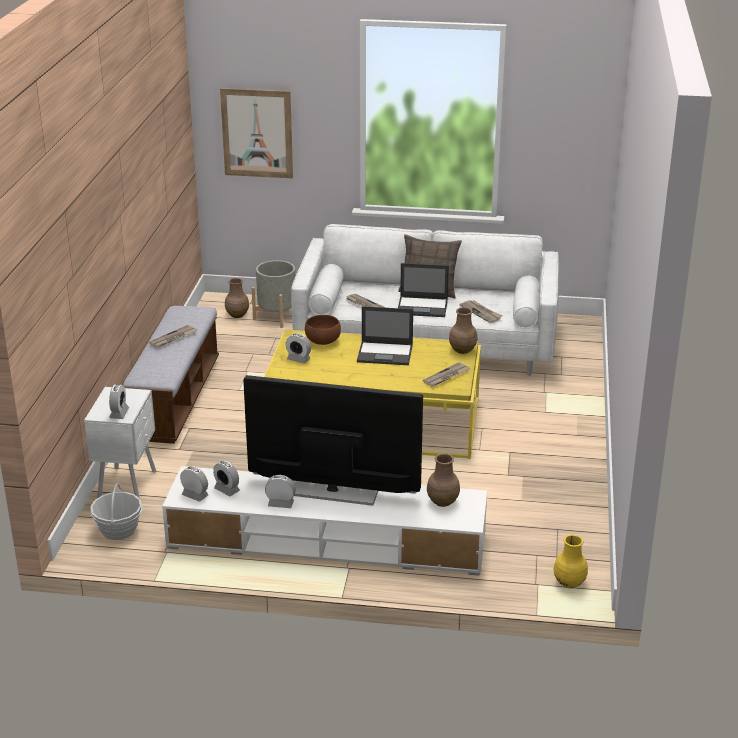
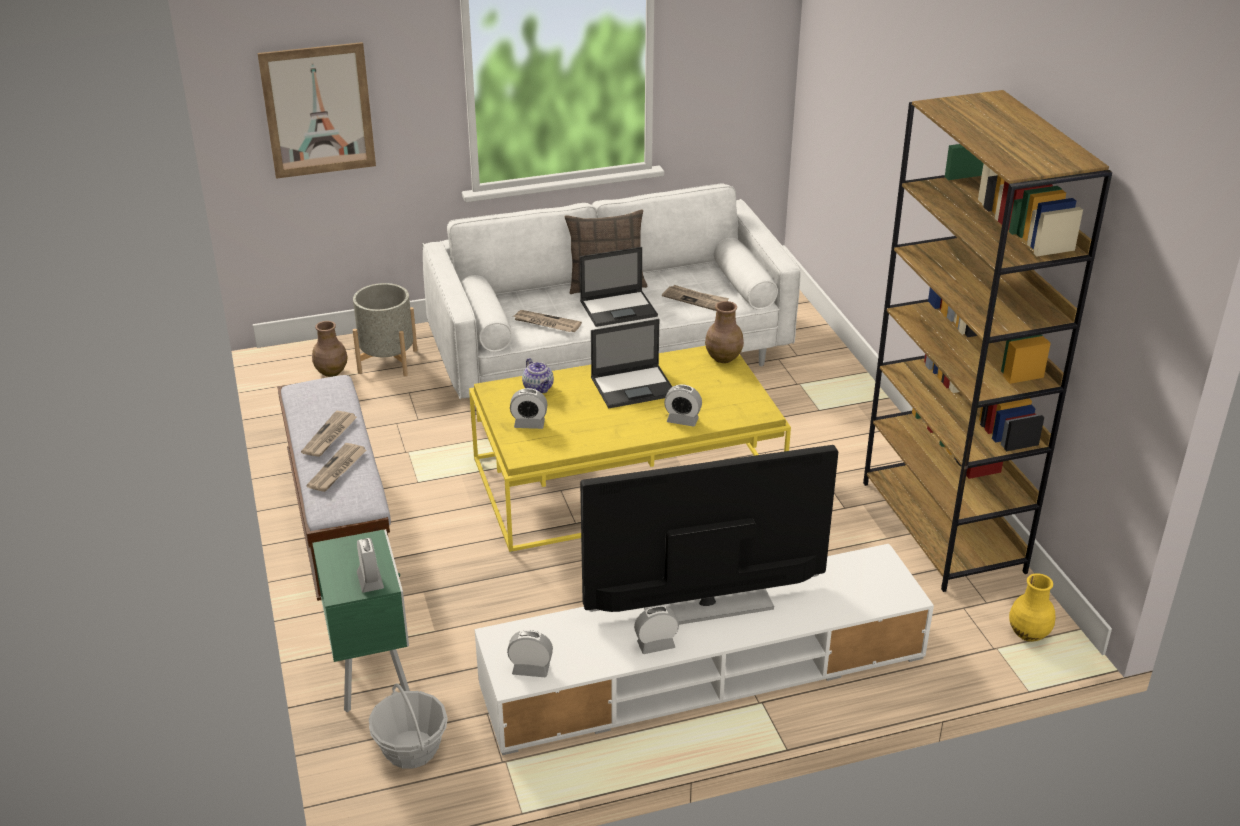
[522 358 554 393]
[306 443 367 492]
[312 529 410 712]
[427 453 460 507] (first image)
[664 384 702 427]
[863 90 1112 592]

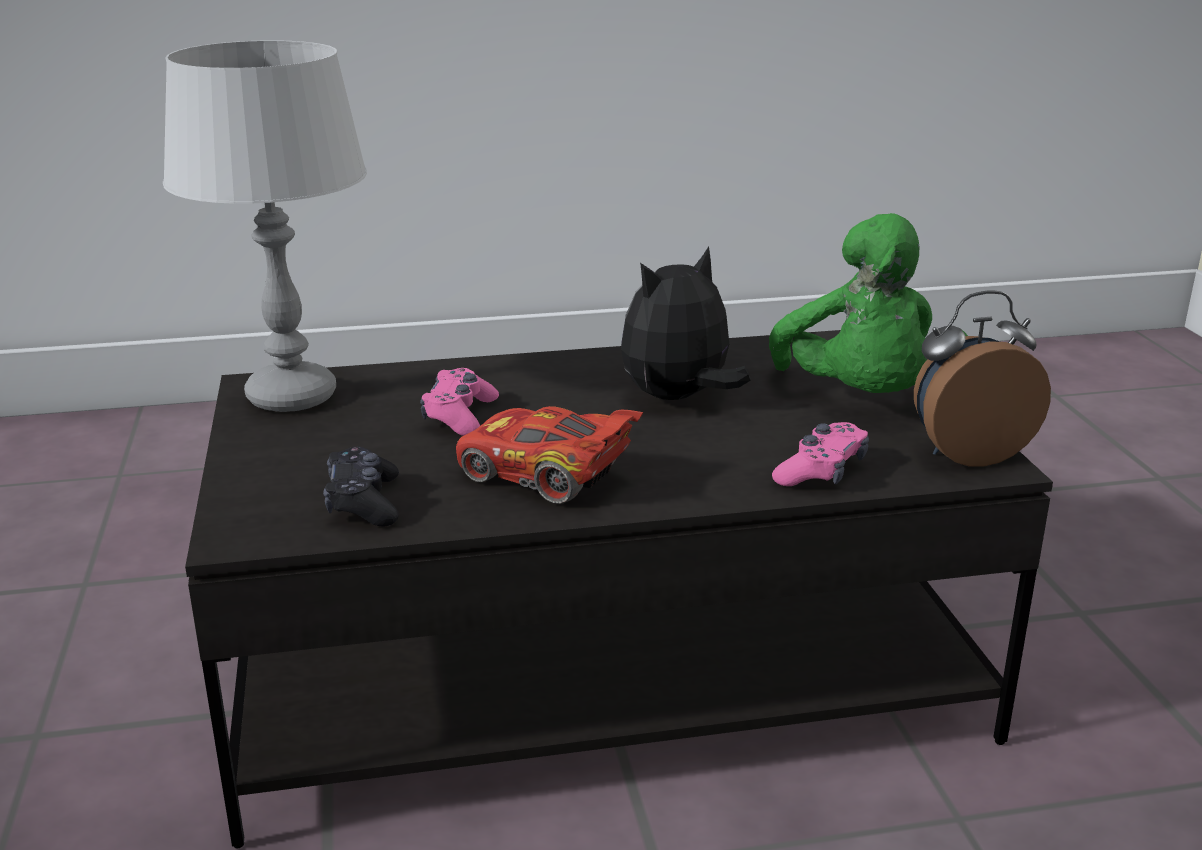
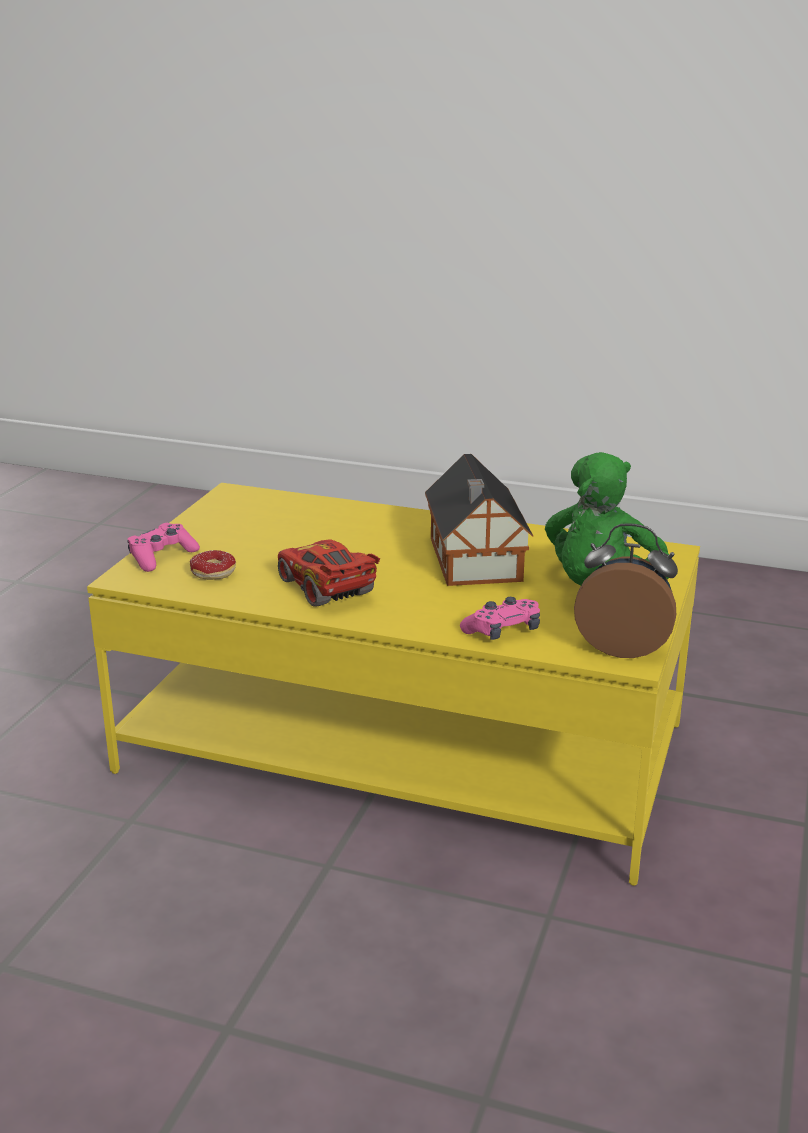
[163 40 367 412] (first image)
[425 454 533 586]
[87 483 700 886]
[128 523 200 572]
[190 550 236 580]

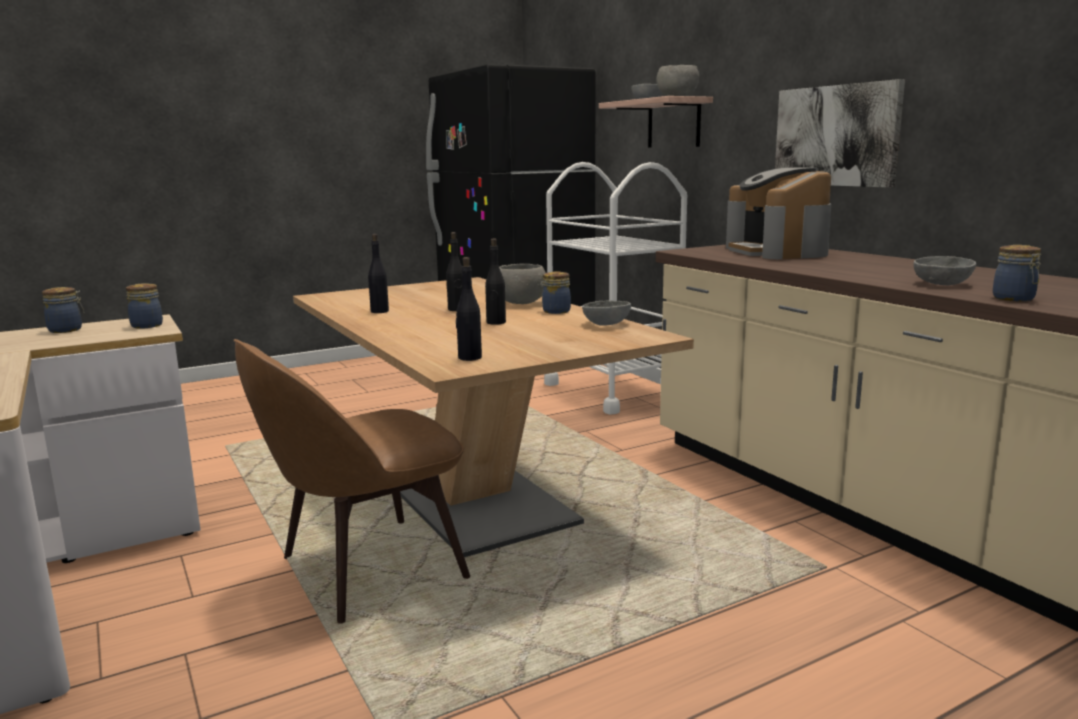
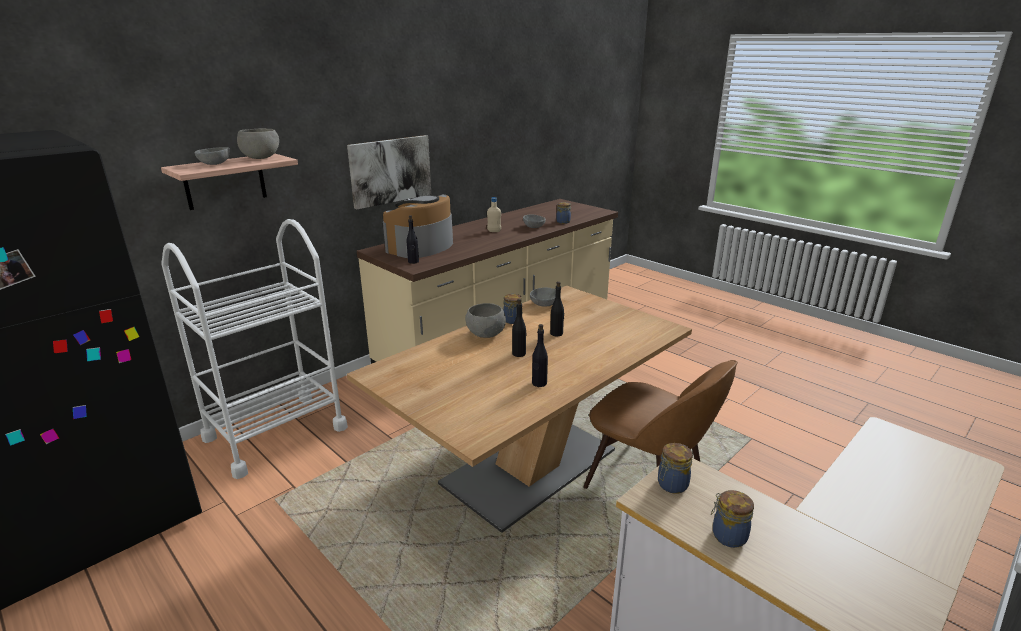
[383 194 453 258]
[407 215 419 264]
[487 197 501 232]

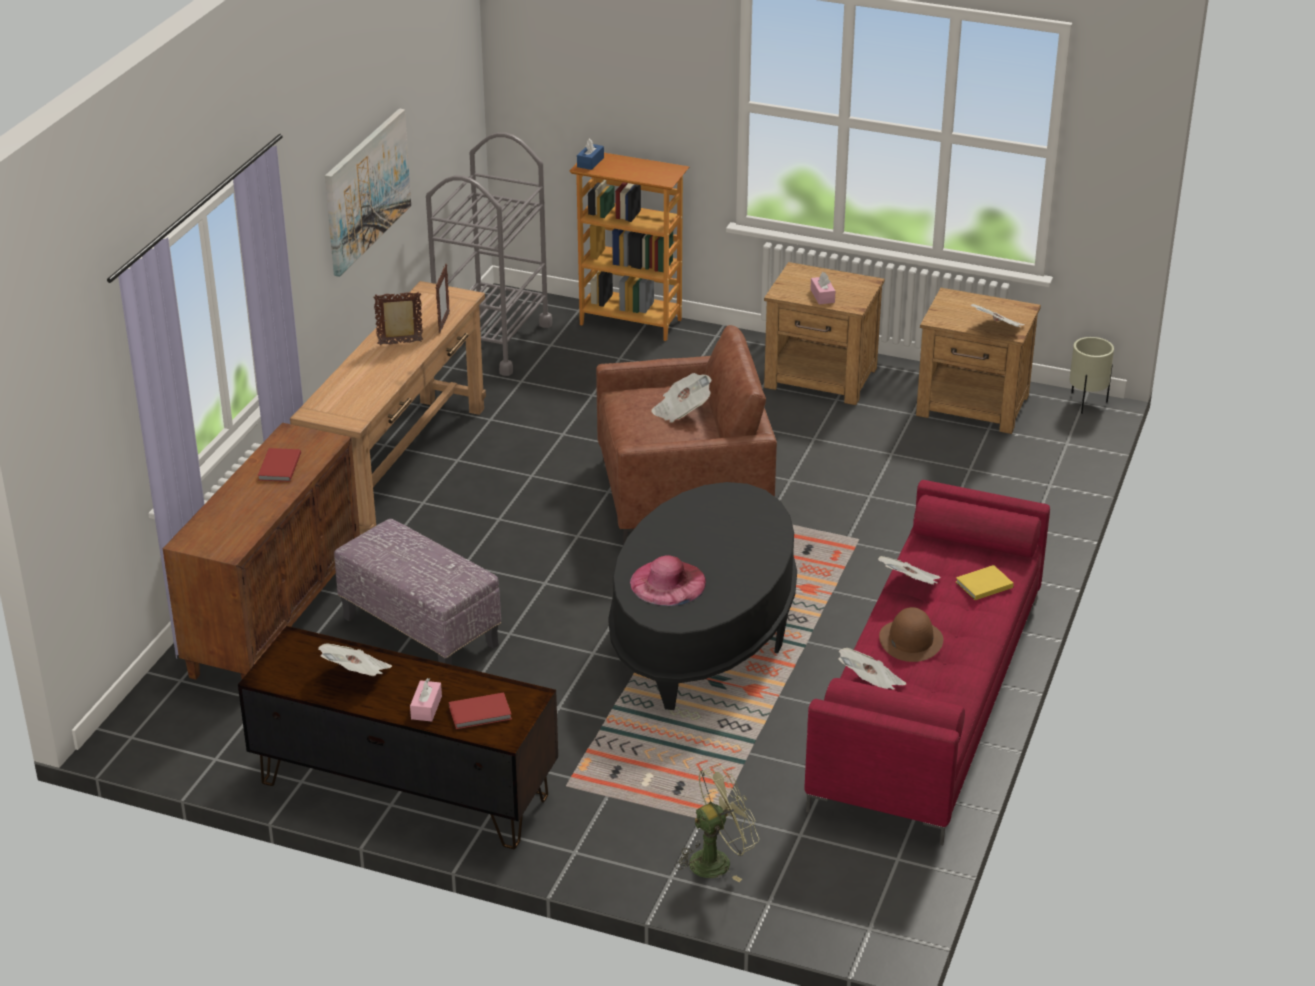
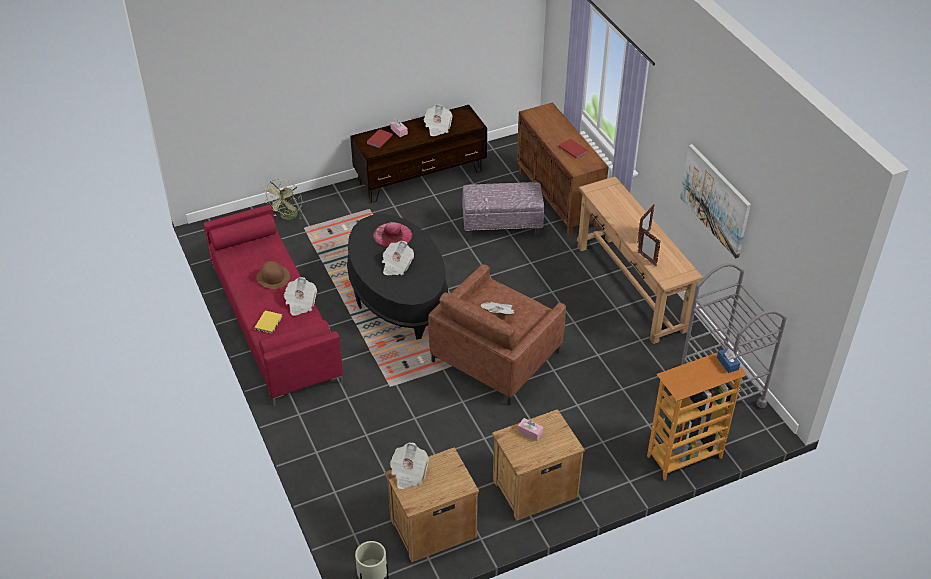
[382 241 414 275]

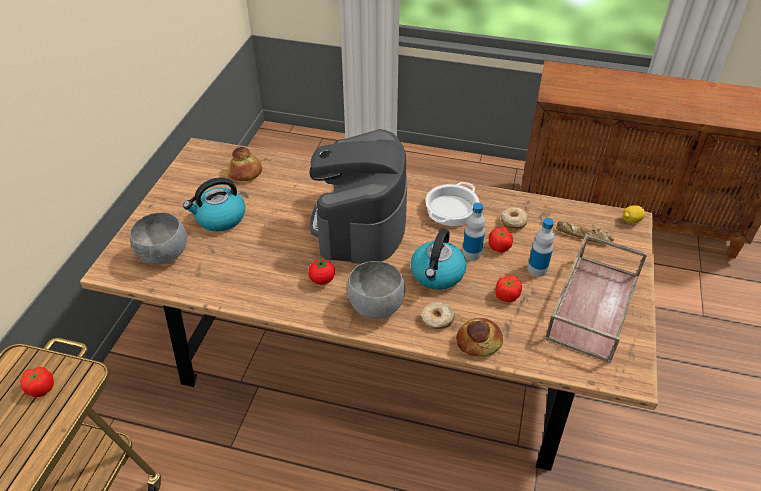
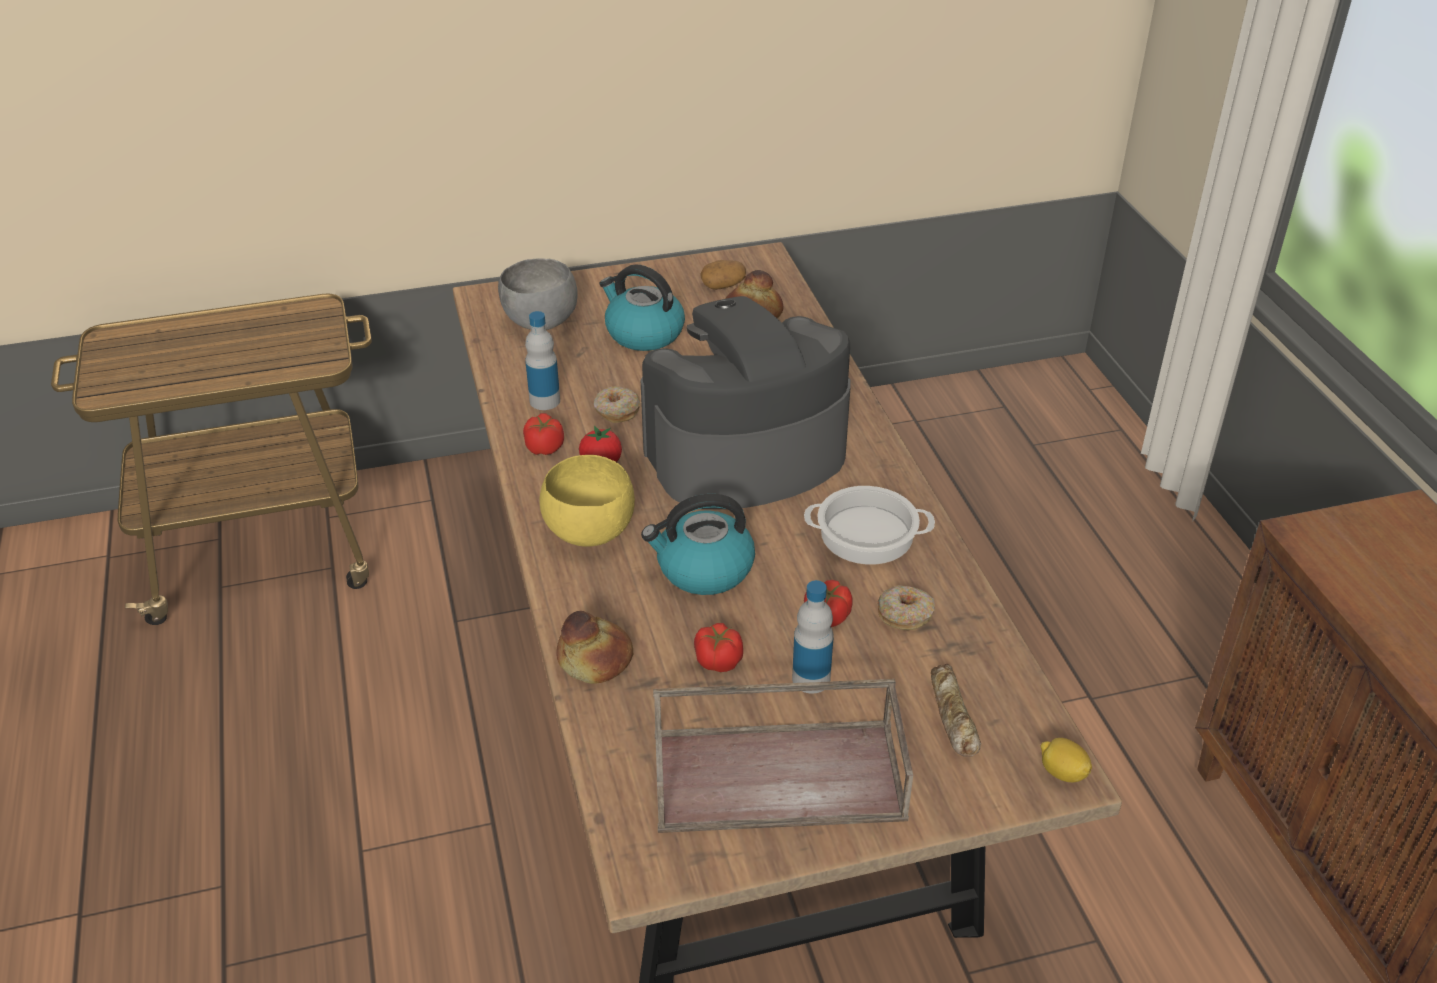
[525 311 560 410]
[539 455 635 547]
[593 386 640 423]
[523 413 564 455]
[700 260 746 290]

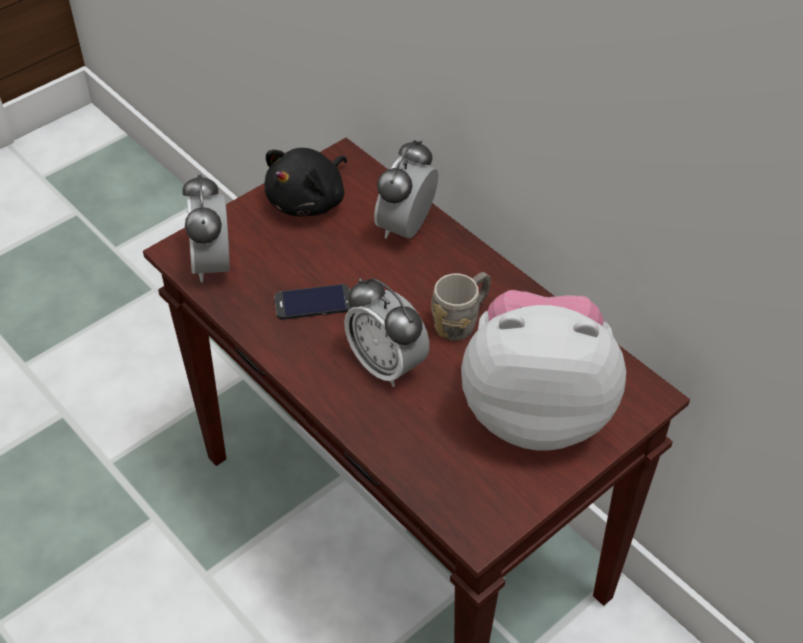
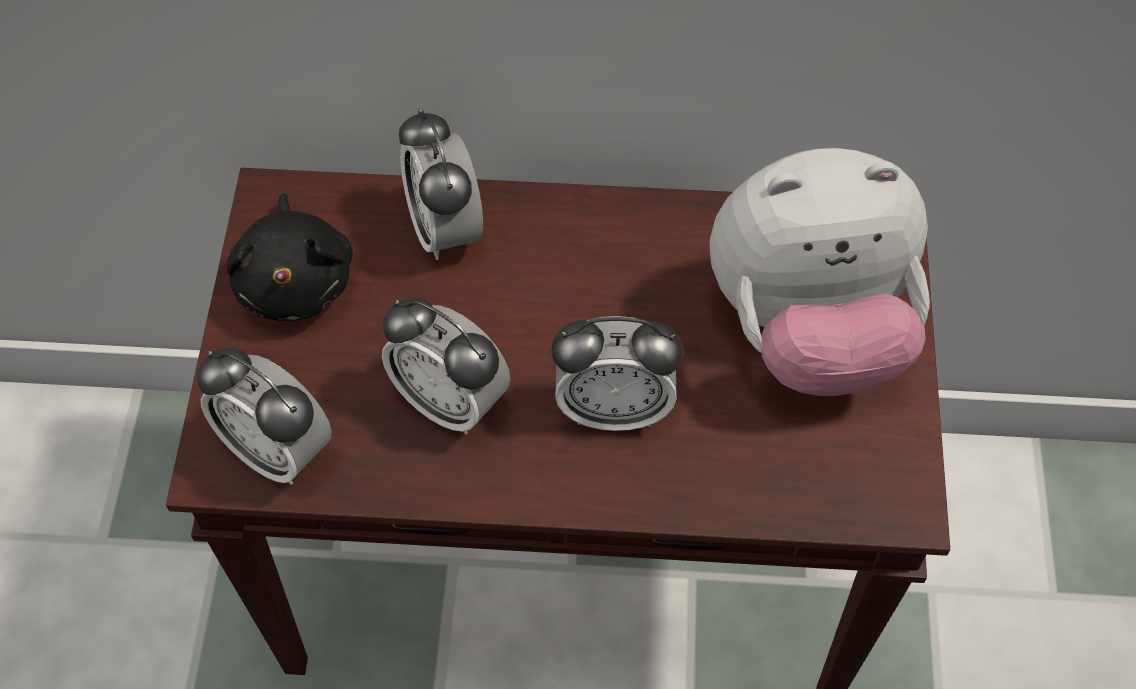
[431 272 491 341] (first image)
[382 297 510 434]
[710 148 930 396]

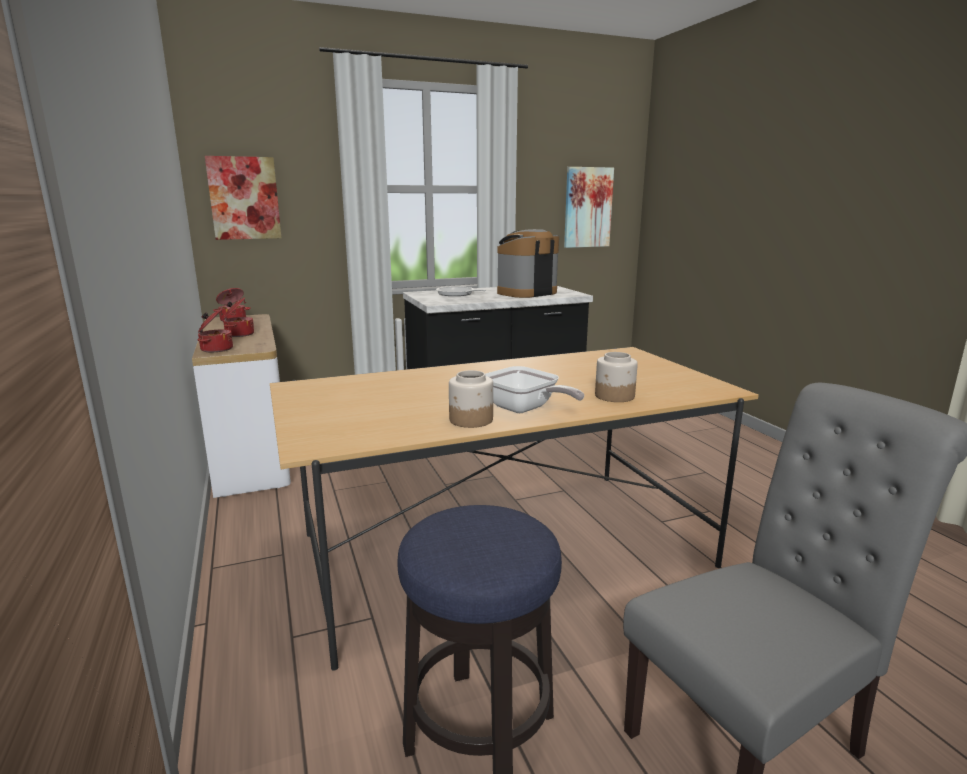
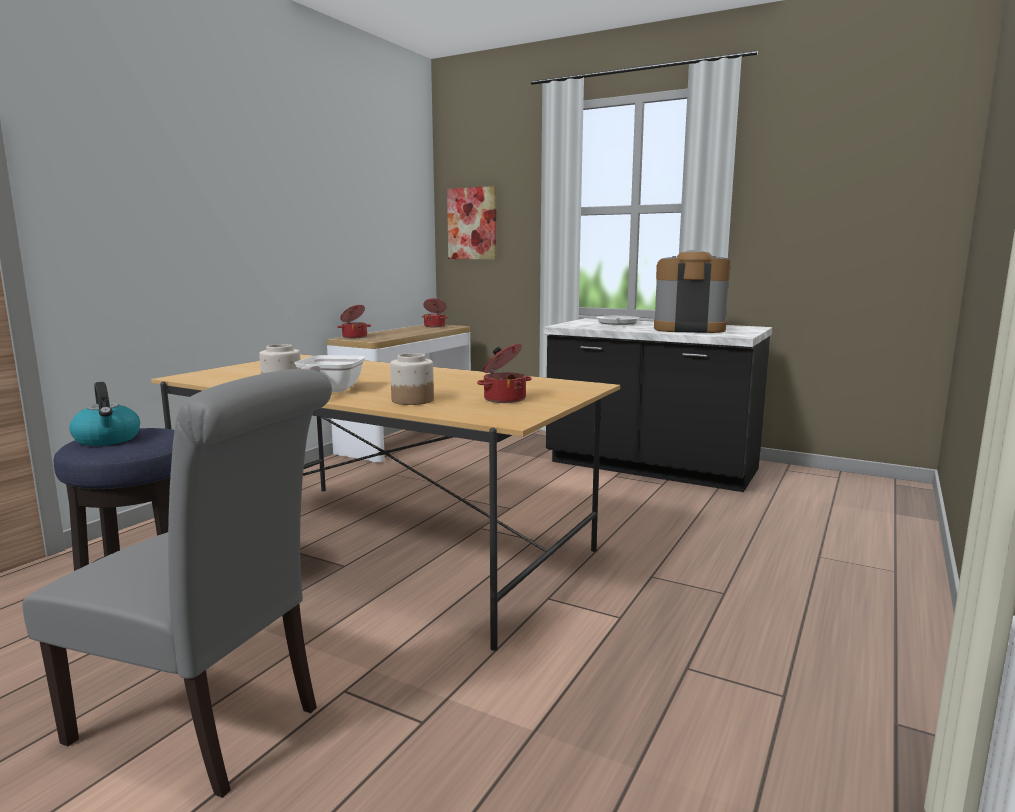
[564 167 614 248] (first image)
[477 344 532 403]
[69 382 140 446]

